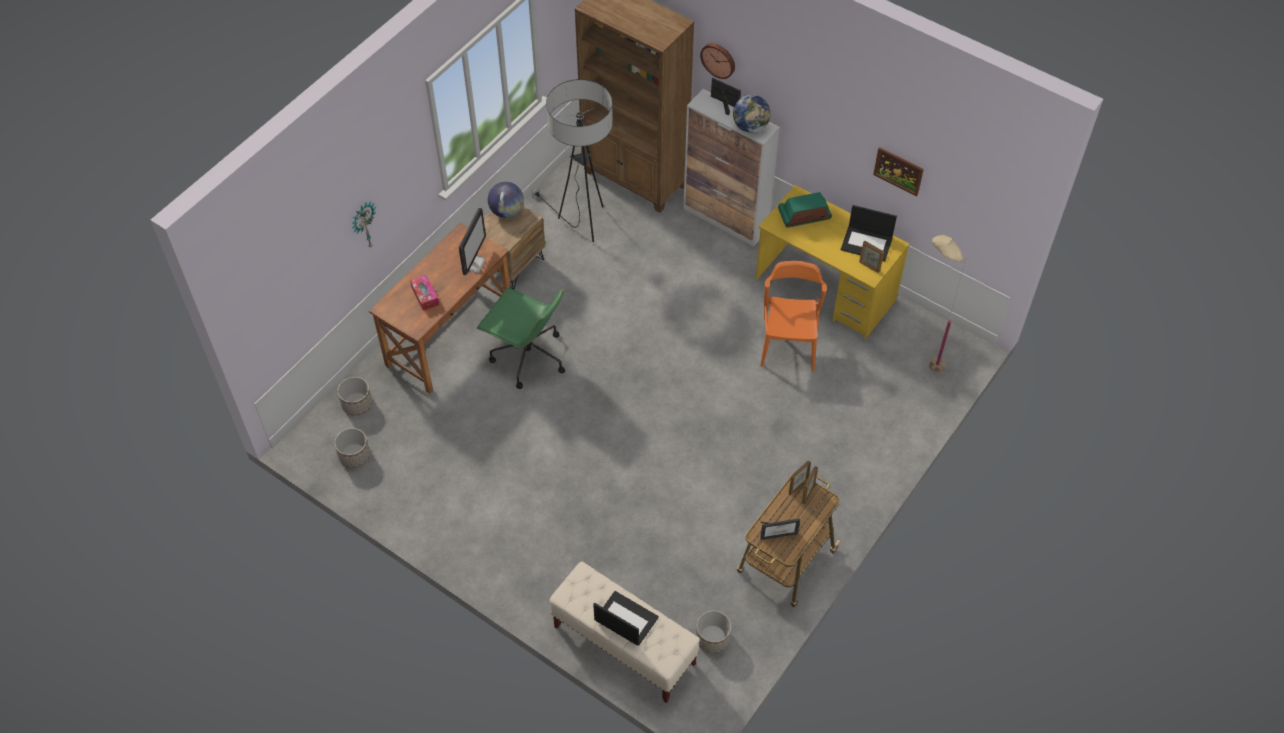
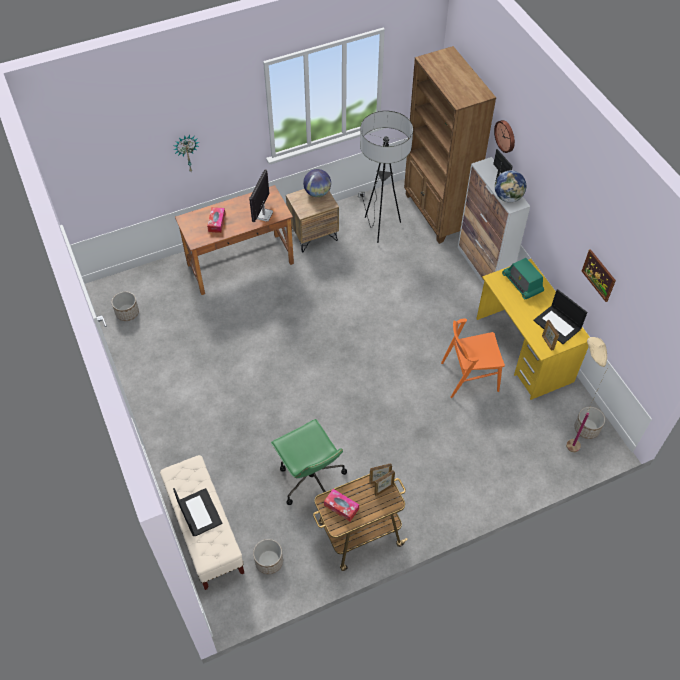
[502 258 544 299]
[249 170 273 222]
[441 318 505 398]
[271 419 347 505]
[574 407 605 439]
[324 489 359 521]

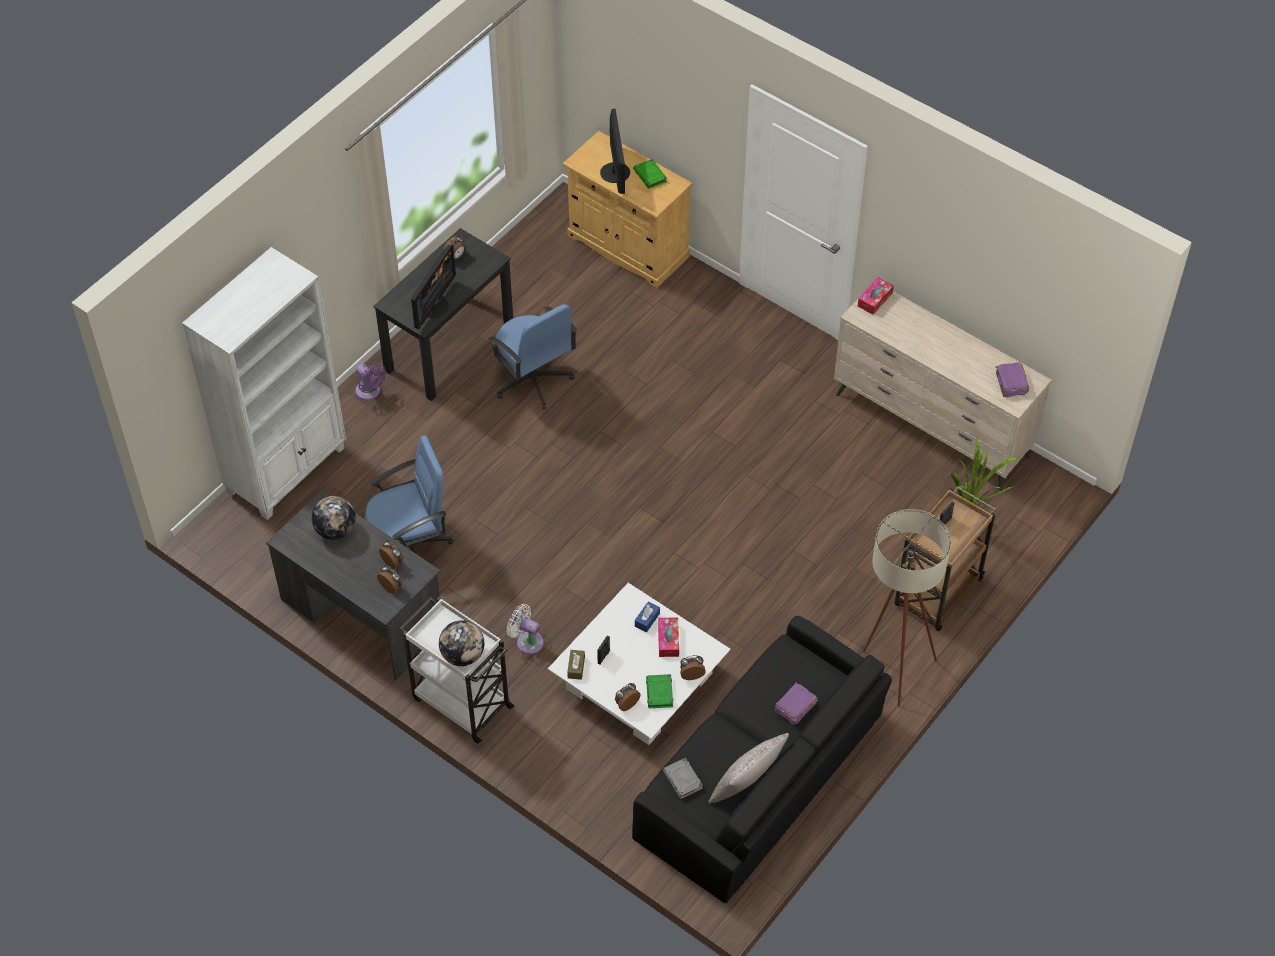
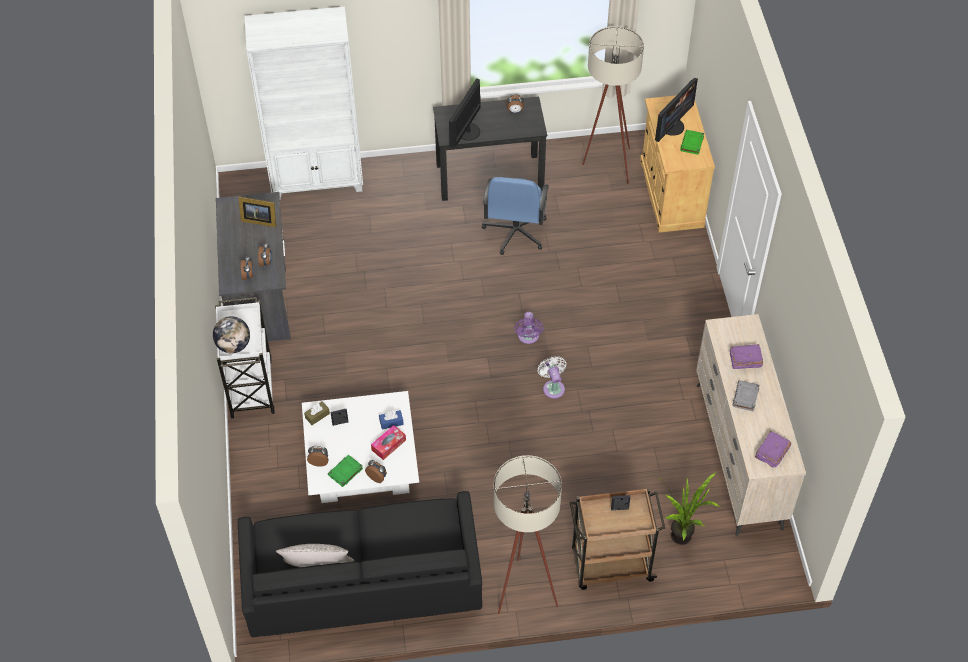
[449 78 481 148]
[858 277 894 315] (first image)
[514 312 544 344]
[365 435 453 554] (first image)
[238 197 276 227]
[538 356 567 399]
[730 344 763 369]
[732 380 760 412]
[582 26 644 184]

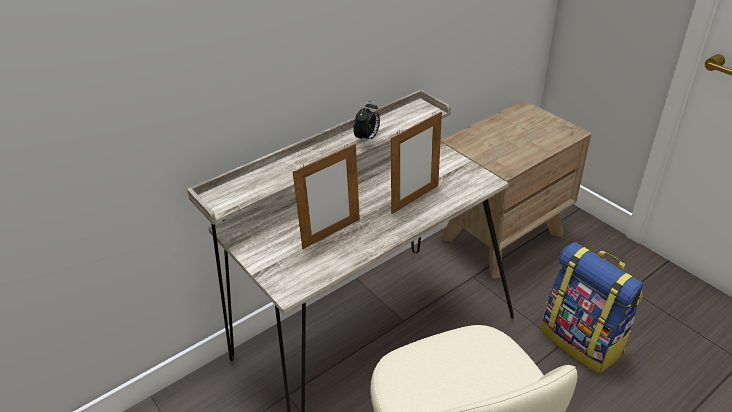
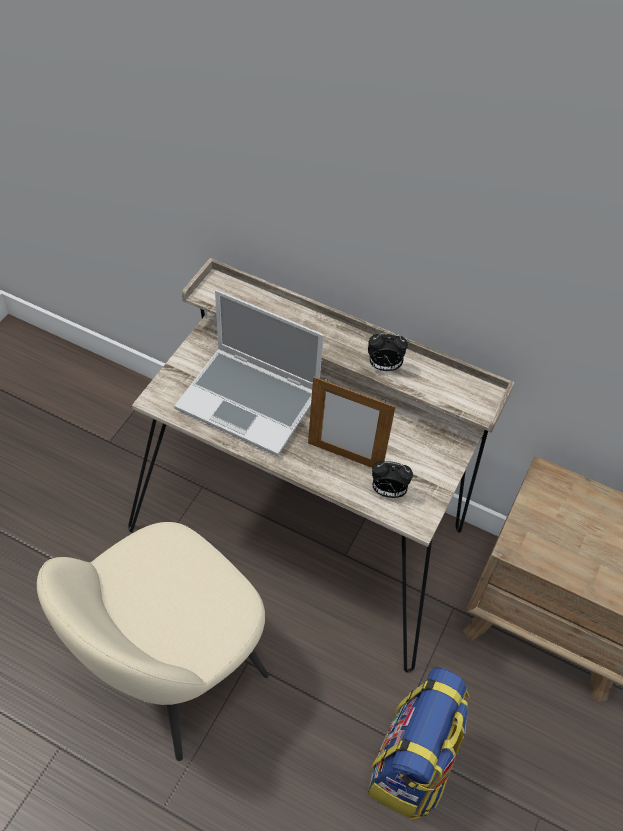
[174 290 324 456]
[372 461 413 498]

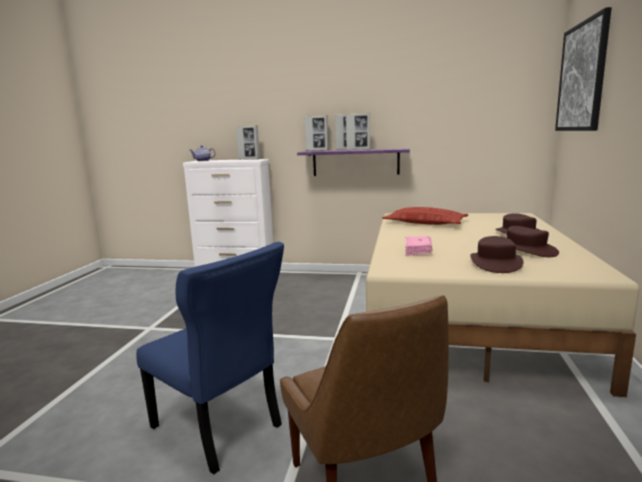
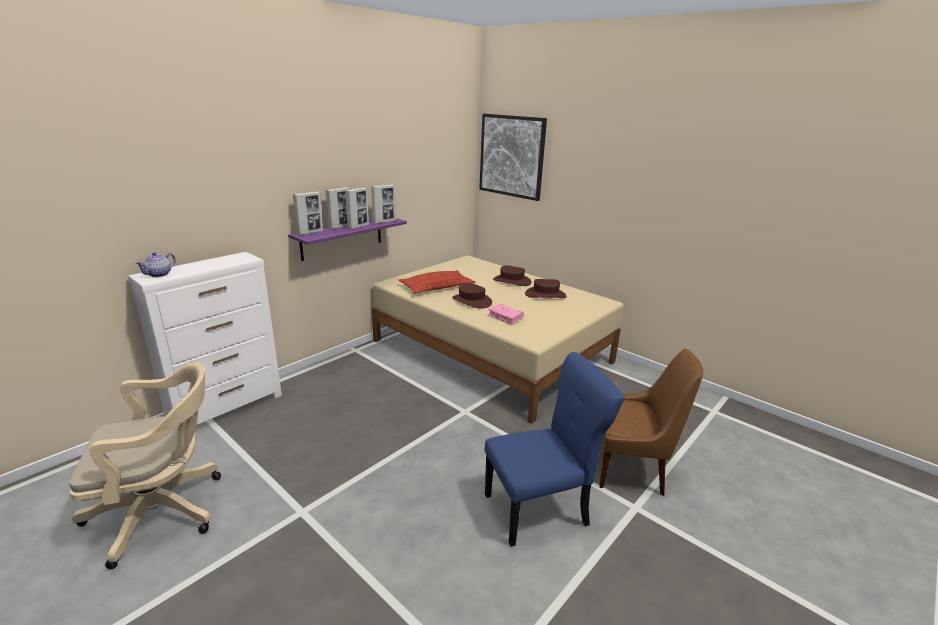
[371 184 396 224]
[452 283 492 309]
[69 362 221 569]

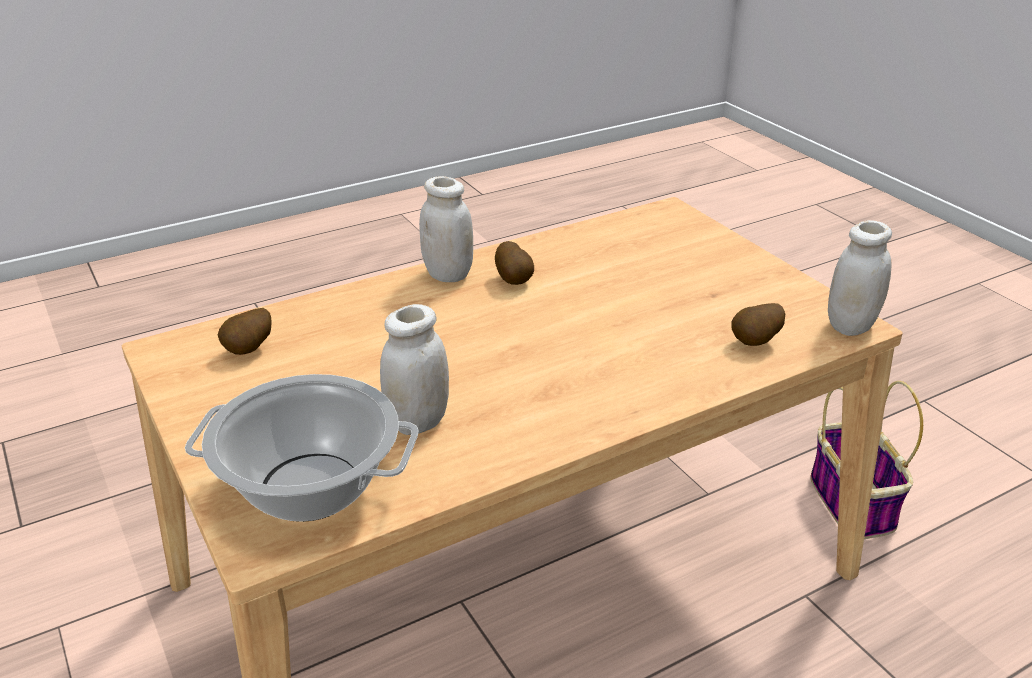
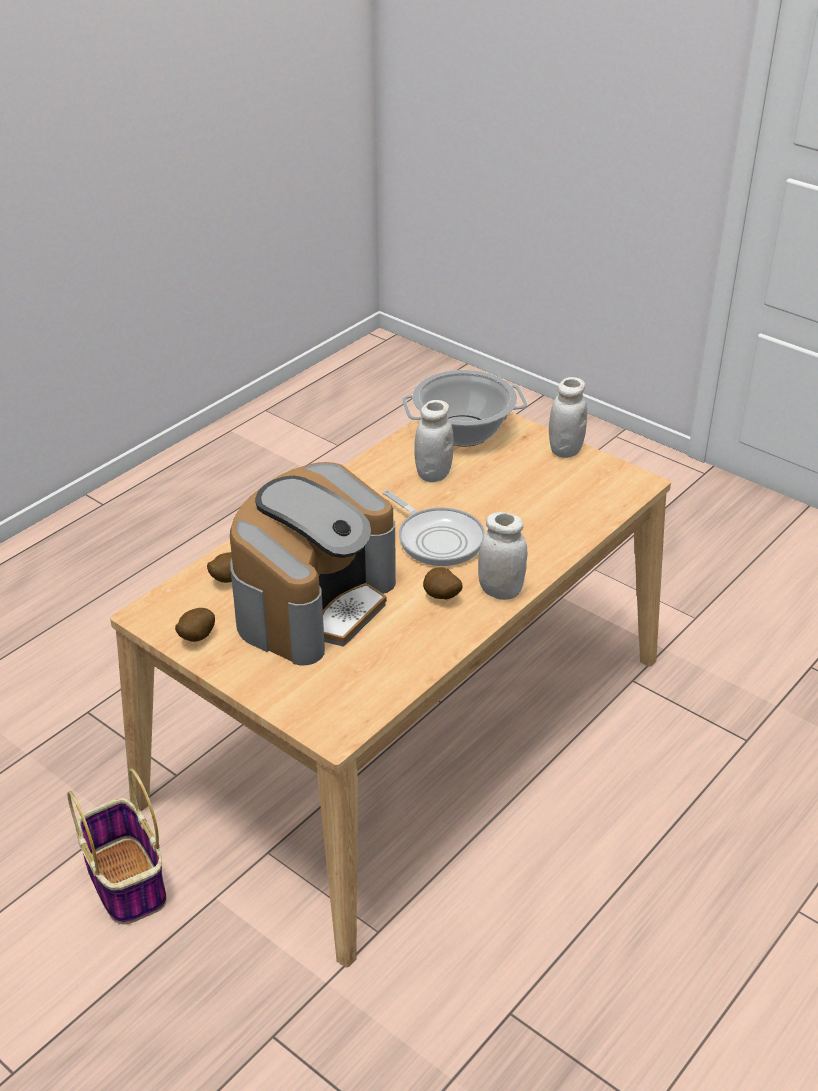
[549 377 587 458]
[175 608 215 642]
[230 462 396 665]
[383 490 485 566]

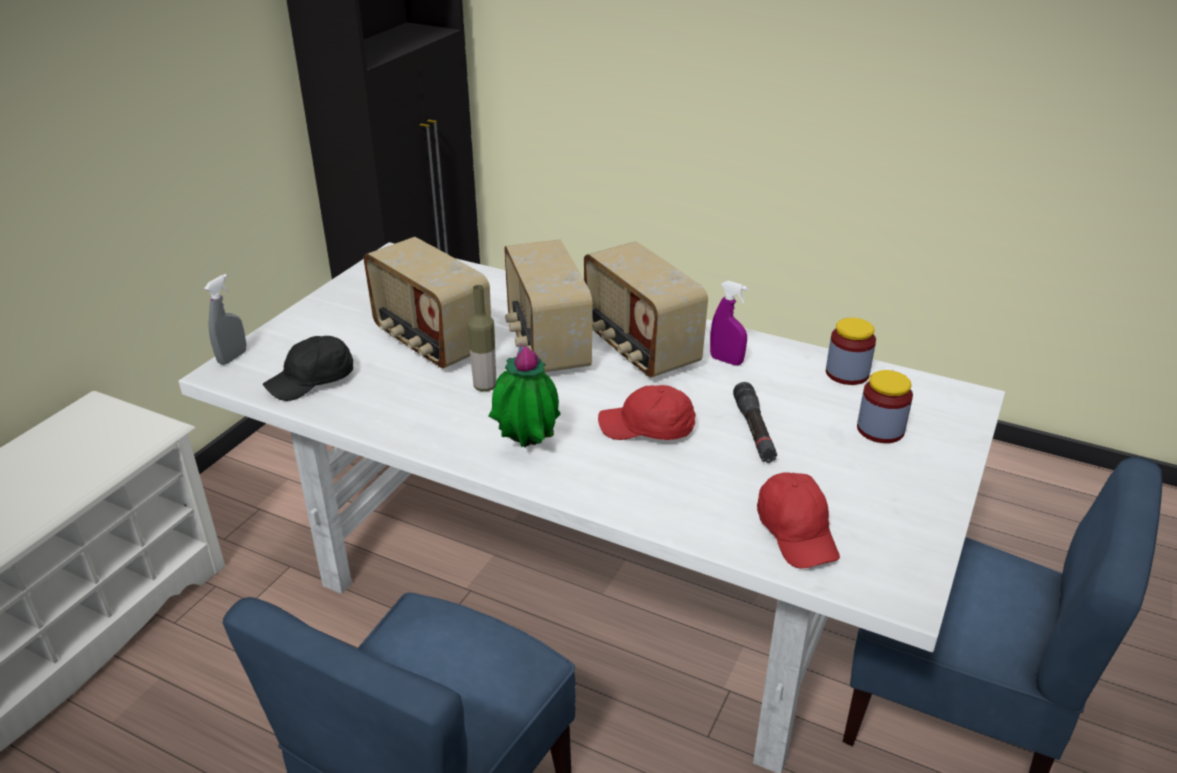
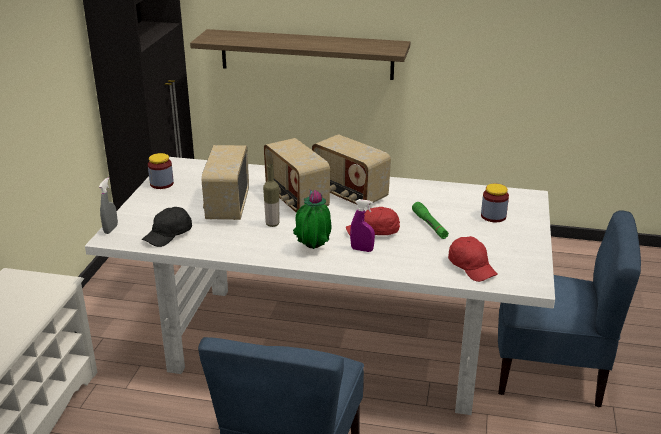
[202 145 249 220]
[350 199 375 252]
[148 153 174 189]
[412 202 449 239]
[190 29 410 80]

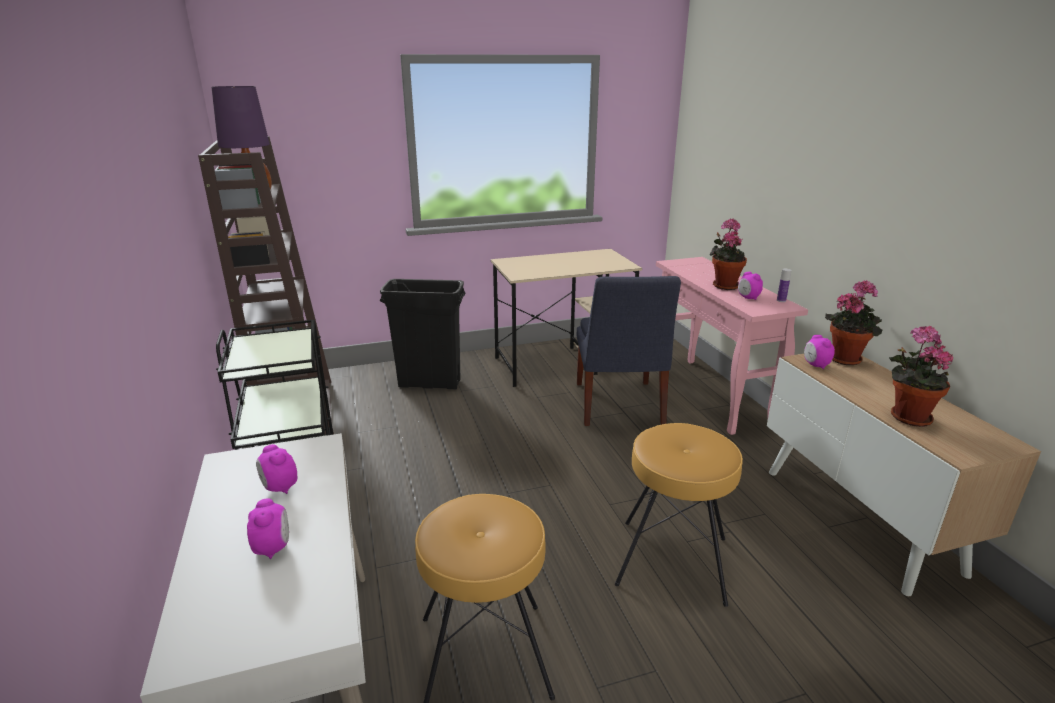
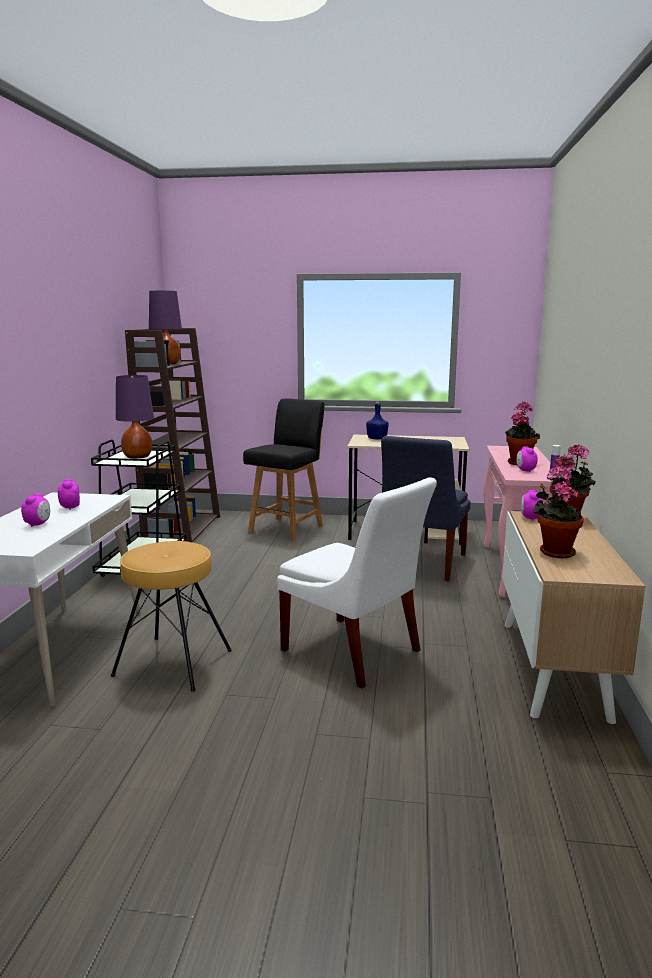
[243 398 325 541]
[277 477 437 689]
[116 375 154 459]
[366 401 389 440]

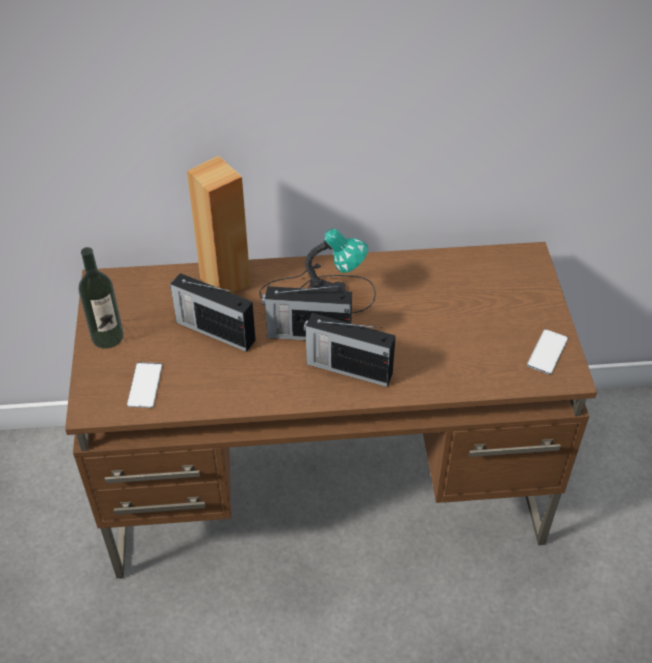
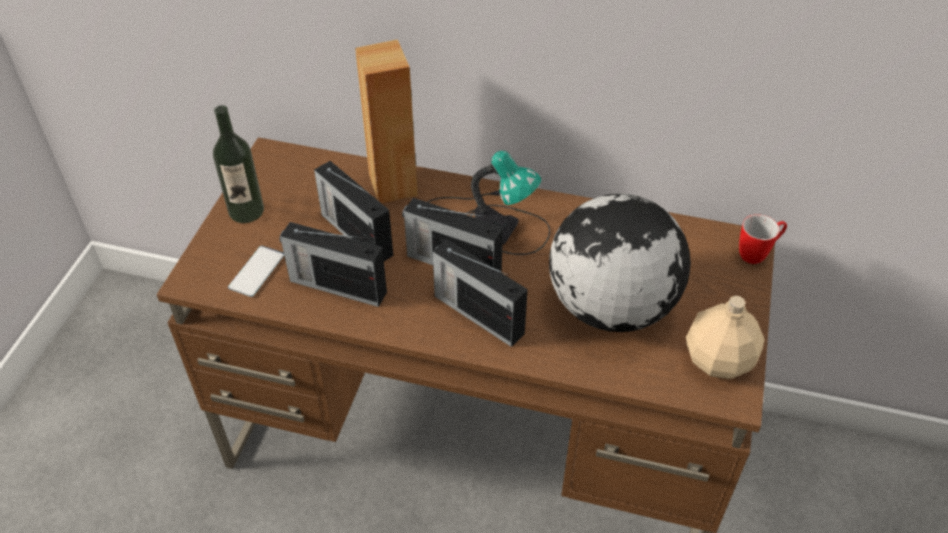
[686 296 765 379]
[549 193 691 332]
[739 214 787 264]
[280 222 387 307]

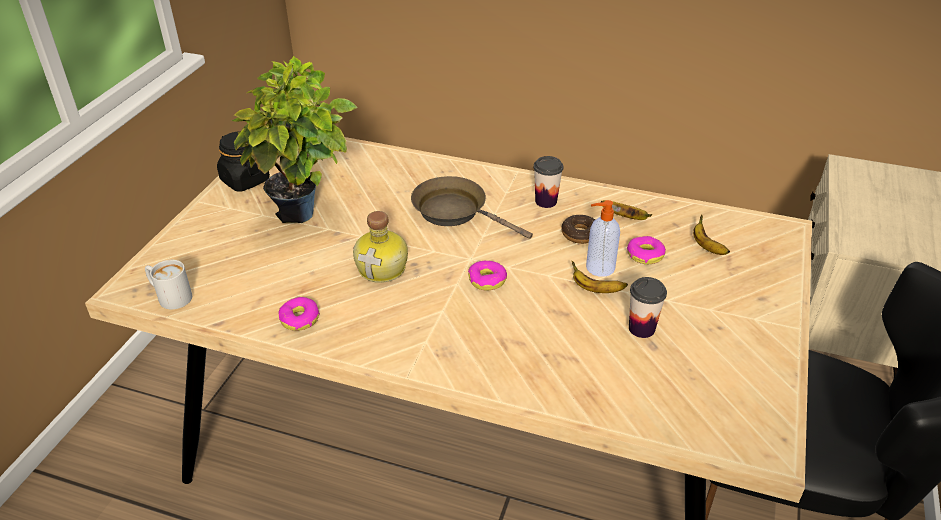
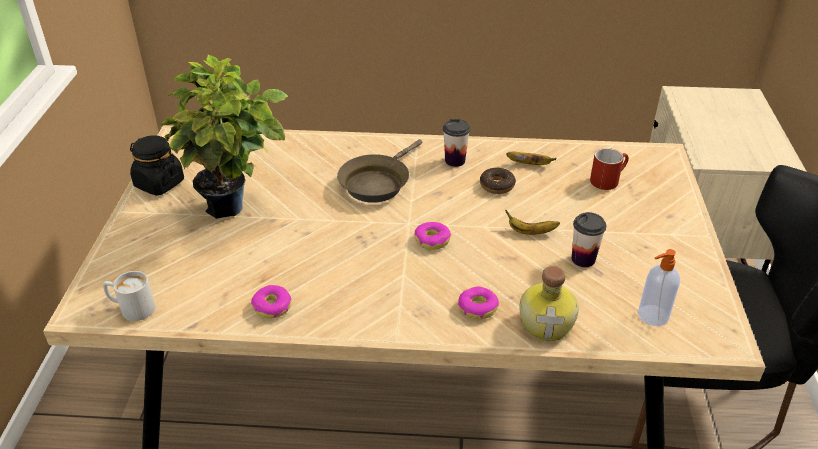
[337 139 422 203]
[638 249 680 326]
[519 266 579 341]
[590 148 629 190]
[458 287 499 319]

